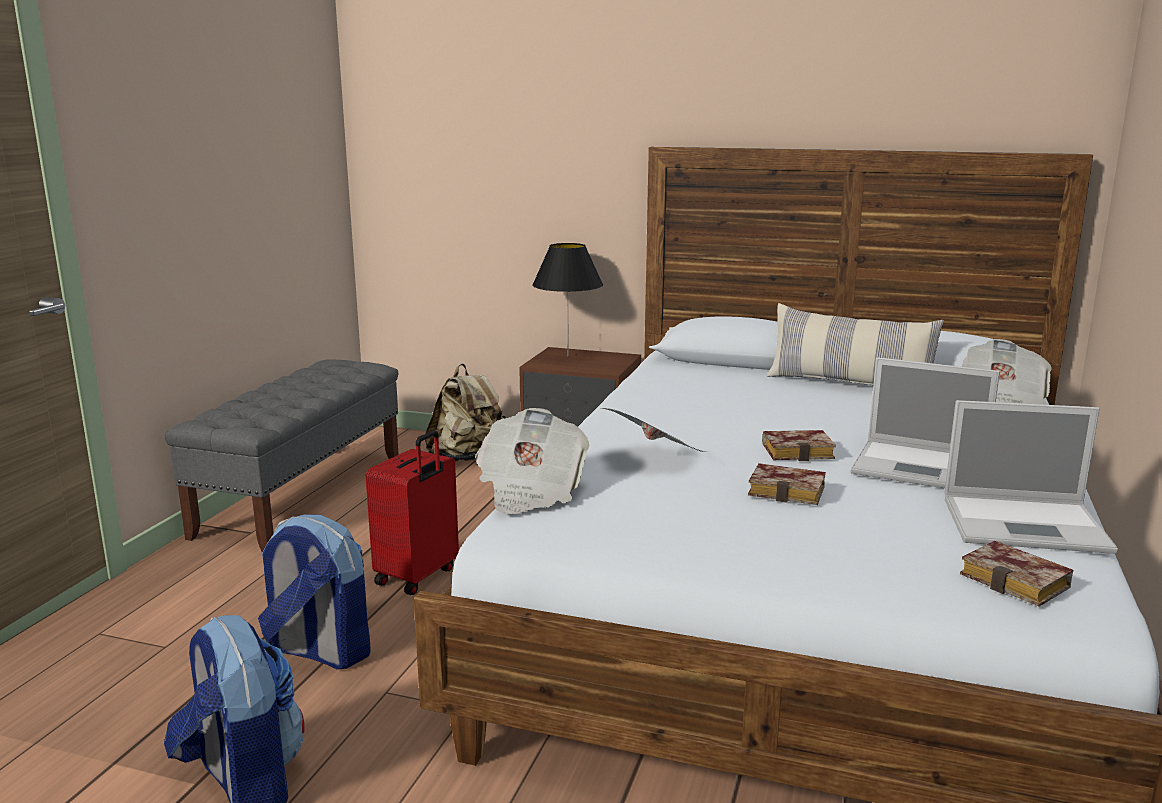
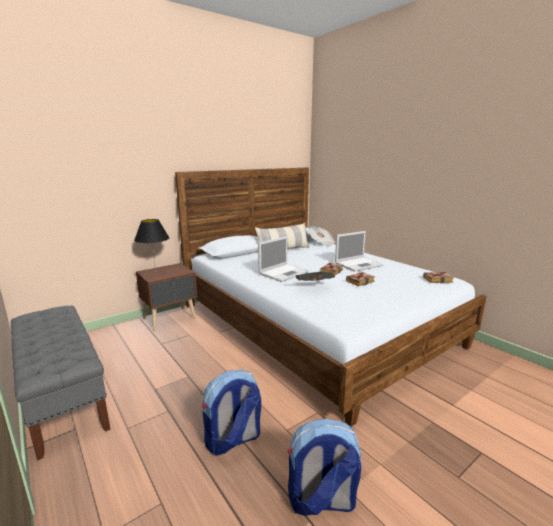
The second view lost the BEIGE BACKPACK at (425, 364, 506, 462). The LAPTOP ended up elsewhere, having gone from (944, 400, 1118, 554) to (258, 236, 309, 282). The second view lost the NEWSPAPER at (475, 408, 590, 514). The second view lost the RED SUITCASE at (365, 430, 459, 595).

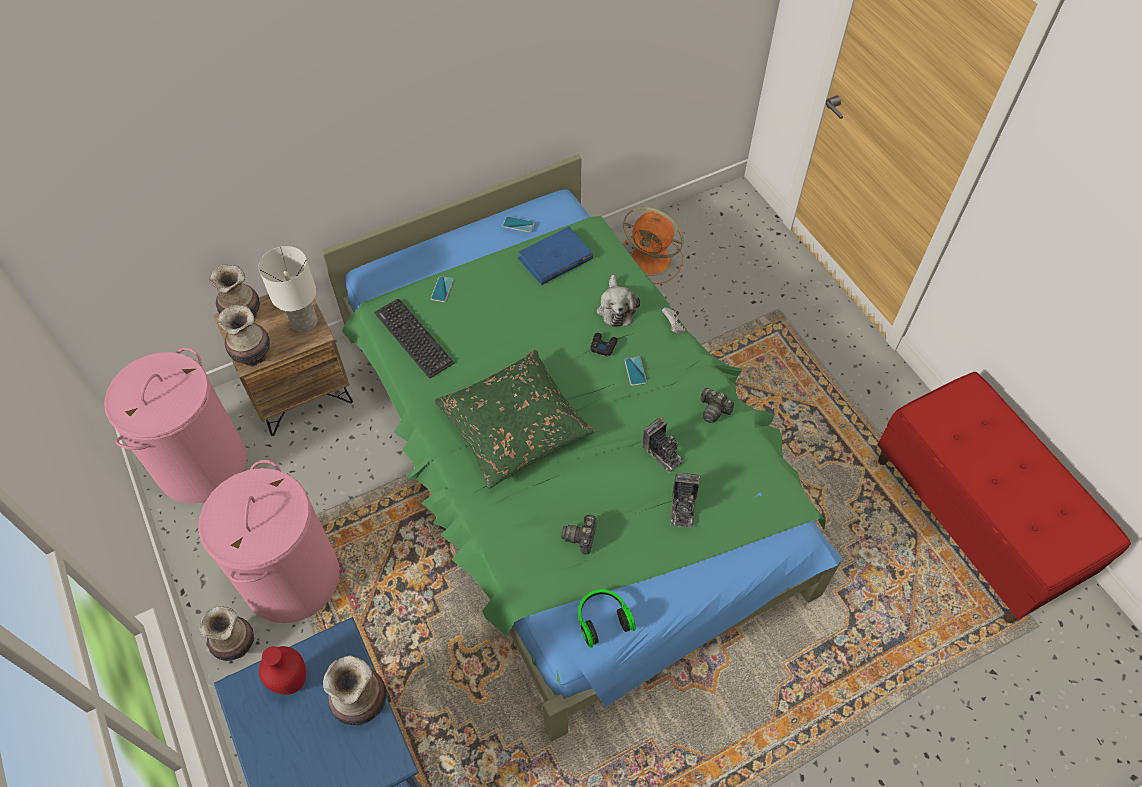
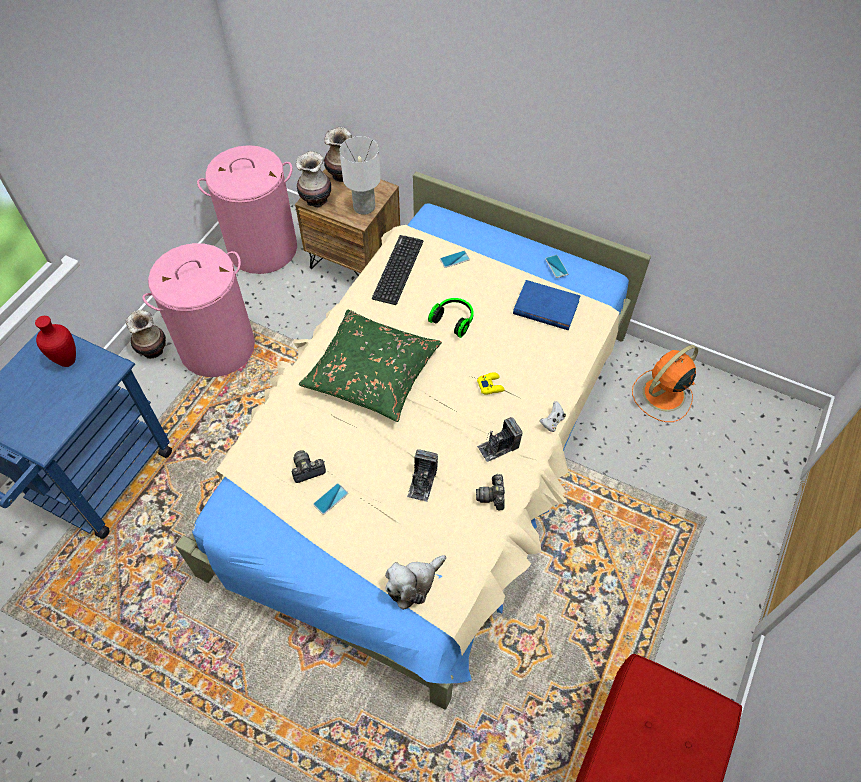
What was the GREEN BED at (321, 154, 841, 741) turned into the BEIGE BED at (176, 172, 651, 710). The ORANGE FAN at (623, 207, 684, 284) ended up facing another way, 60 degrees clockwise from before. The PLUSH TOY ended up elsewhere, having gone from (597, 274, 640, 327) to (385, 555, 446, 610). What was the BLACK GAME CONTROLLER at (590, 333, 618, 356) turned into the YELLOW GAME CONTROLLER at (477, 372, 505, 395). The PHONE ended up elsewhere, having gone from (624, 357, 647, 386) to (313, 483, 348, 514). The PHOTO CAMERA ended up elsewhere, having gone from (670, 472, 700, 528) to (477, 417, 523, 462). The HEADPHONES ended up elsewhere, having gone from (578, 589, 635, 648) to (428, 298, 474, 338). The second view lost the VASE at (323, 655, 387, 726).

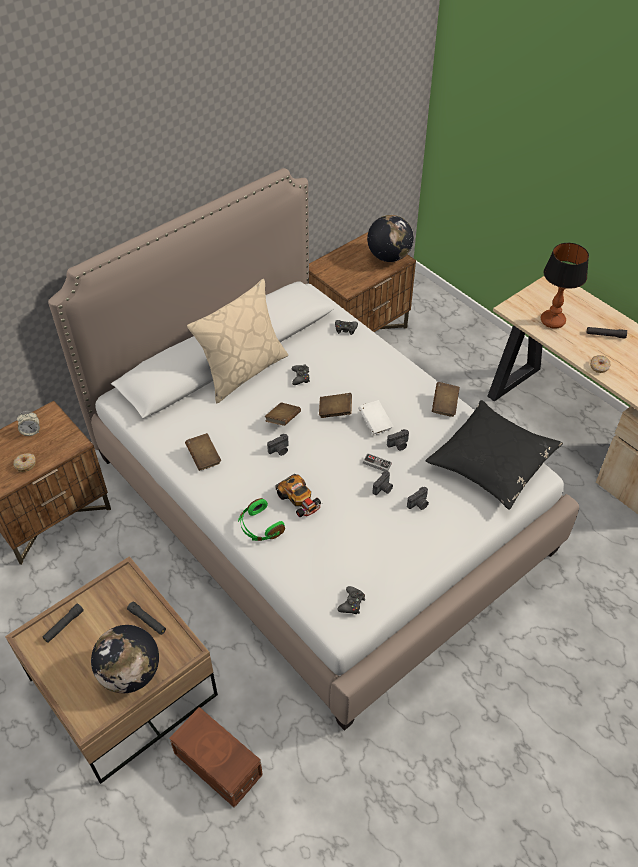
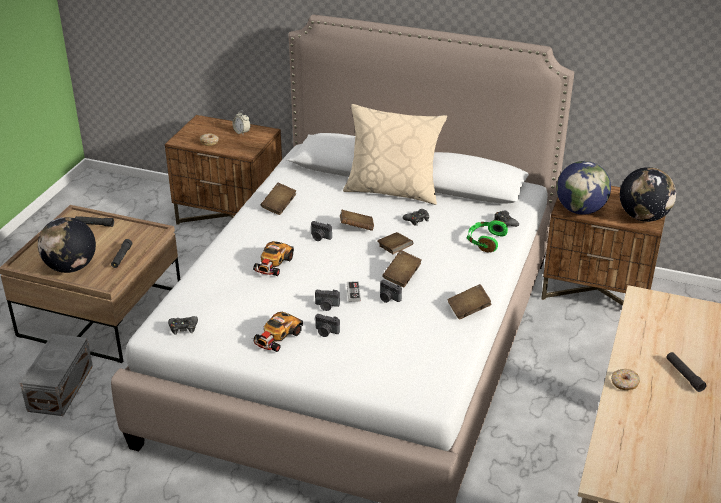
The second view lost the TABLE LAMP at (541, 243, 589, 328). What was the WHITE BOOK at (358, 400, 393, 435) turned into the BROWN BOOK at (382, 250, 422, 287). The second view lost the BLACK PILLOW at (425, 400, 563, 509). The GREEN HEADPHONES ended up elsewhere, having gone from (238, 498, 285, 541) to (467, 220, 508, 252). What was the BROWN STORAGE BOX at (169, 707, 263, 808) turned into the GREY STORAGE BOX at (20, 334, 93, 416). The second view gained the GLOBE at (556, 161, 611, 215). The second view gained the TOY CAR at (252, 311, 303, 352).

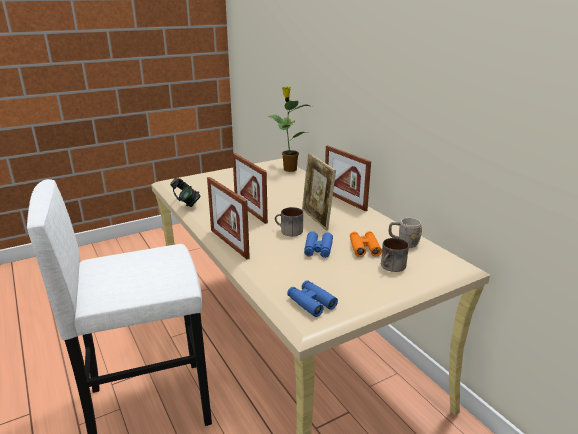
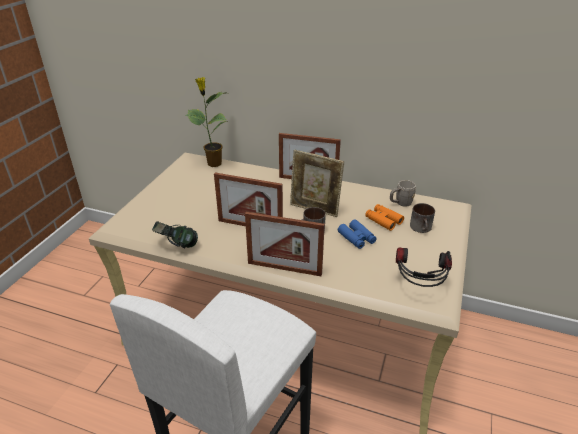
Where the BLUE BINOCULARS stood at (287, 280, 338, 317), the HEADPHONES came to stand at (396, 248, 452, 287).

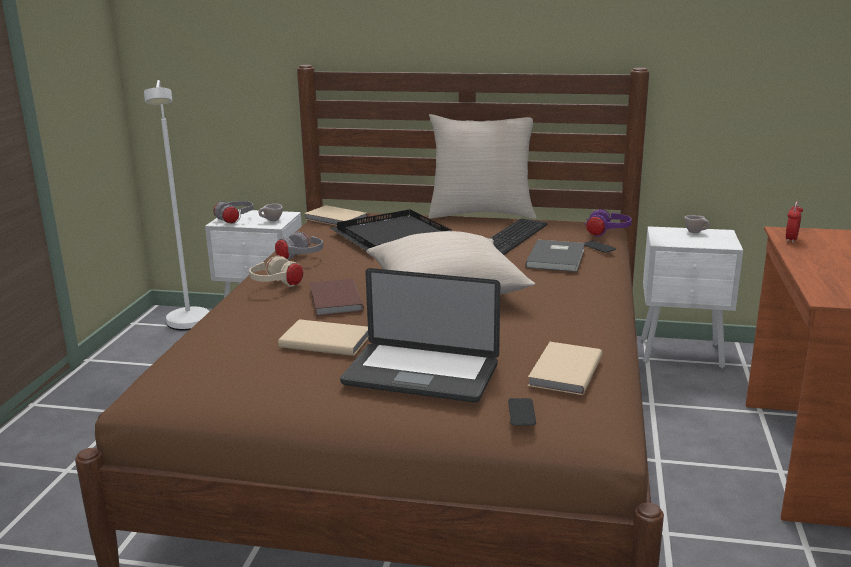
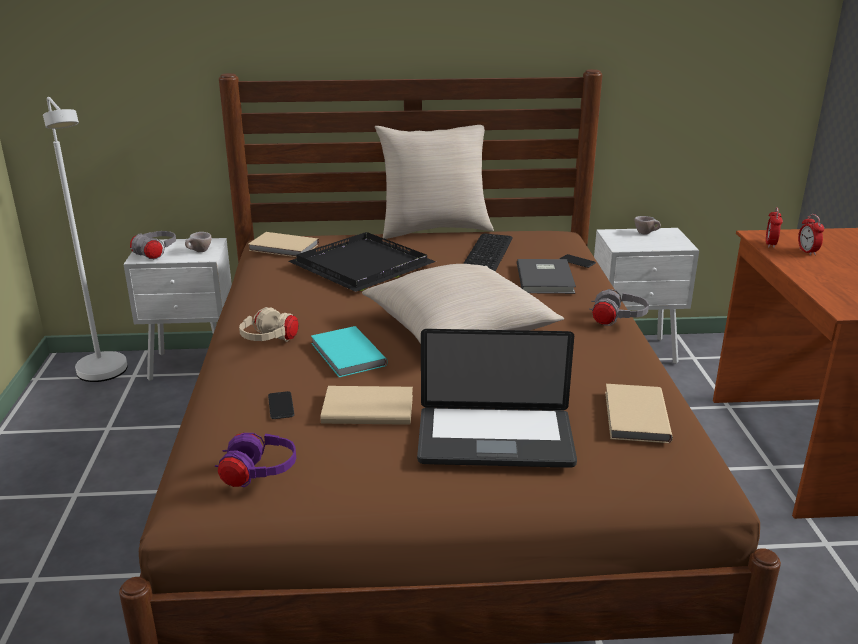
The PURPLE HEADPHONES ended up elsewhere, having gone from (584, 209, 632, 237) to (215, 433, 296, 487). The GREY HEADPHONES ended up elsewhere, having gone from (275, 232, 323, 260) to (589, 289, 649, 326). What was the BROWN BOOK at (310, 279, 364, 316) turned into the TURQUOISE BOOK at (311, 326, 388, 377). The PHONE ended up elsewhere, having gone from (508, 398, 536, 425) to (268, 391, 294, 419). The second view gained the ALARM CLOCK at (798, 214, 824, 256).

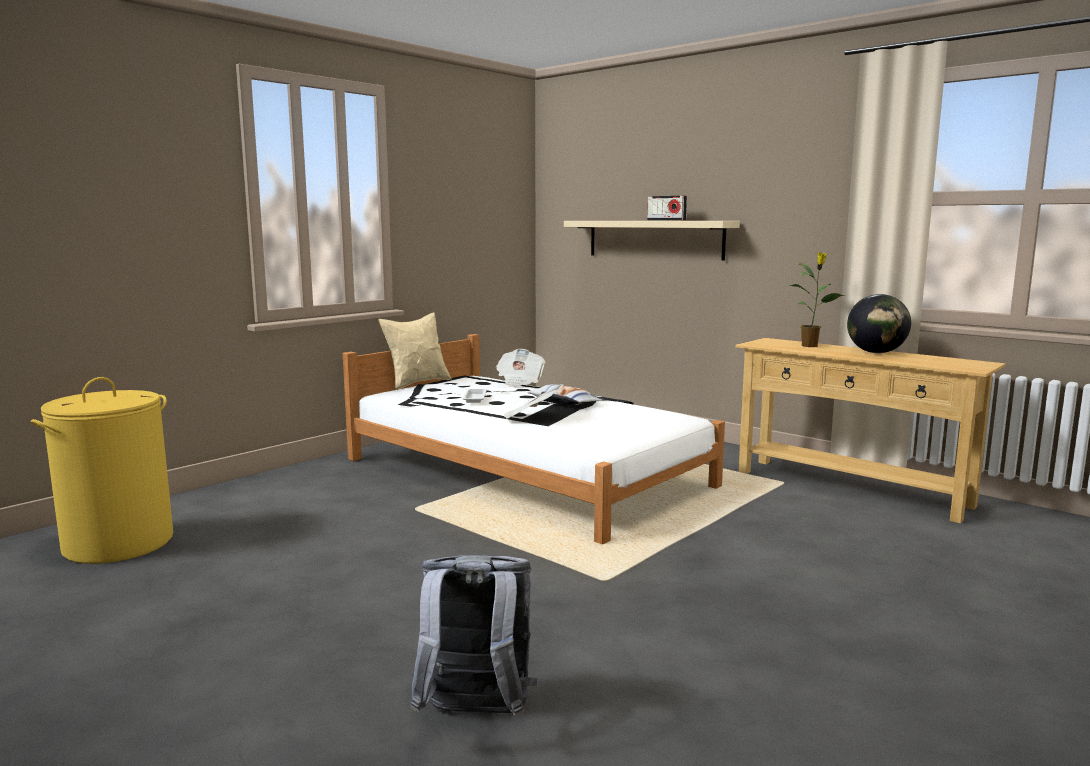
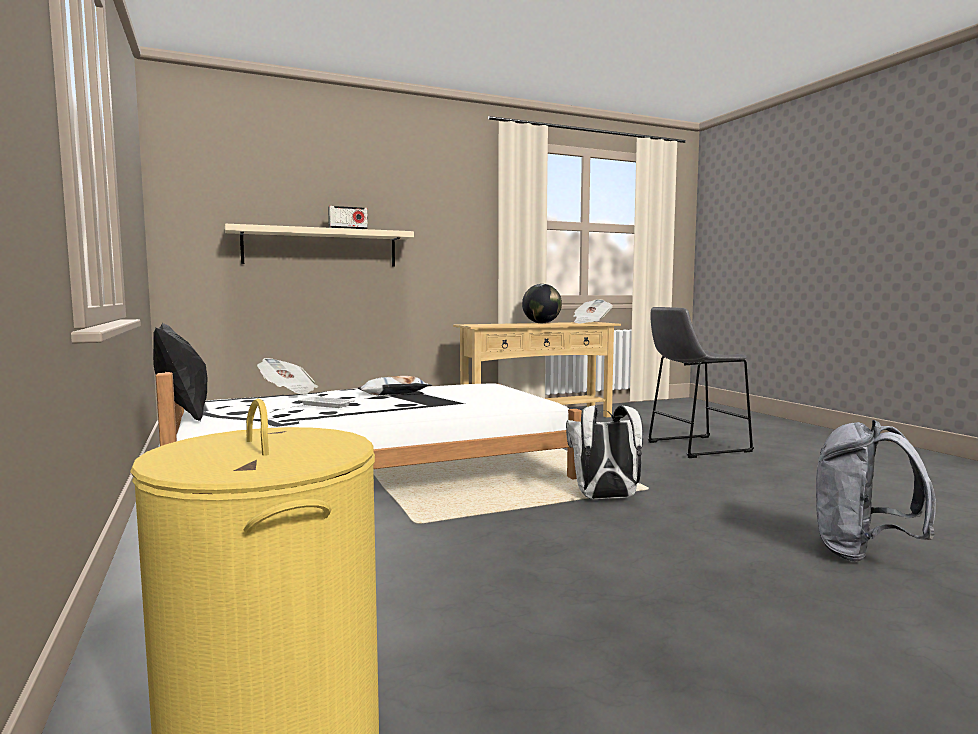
The second view lost the POTTED PLANT at (789, 252, 846, 347). What was the BEIGE PILLOW at (378, 312, 451, 390) turned into the BLACK PILLOW at (153, 323, 207, 421). The NEWSPAPER ended up elsewhere, having gone from (504, 384, 563, 419) to (573, 299, 613, 323). The second view gained the GREY STOOL at (647, 307, 754, 458). The second view gained the WHITE BACKPACK at (566, 405, 643, 499).

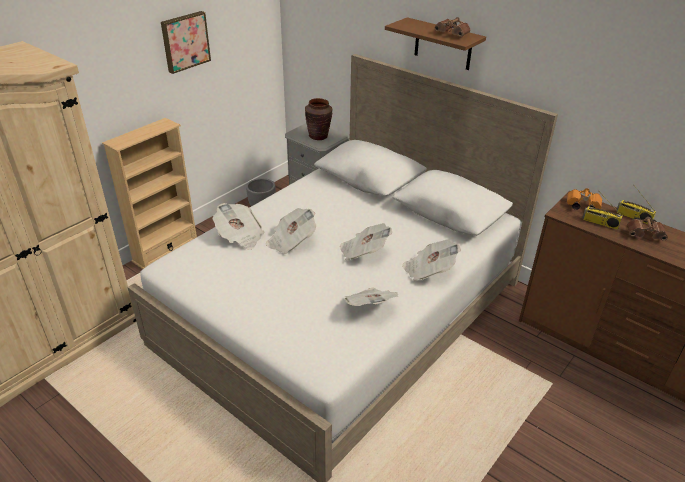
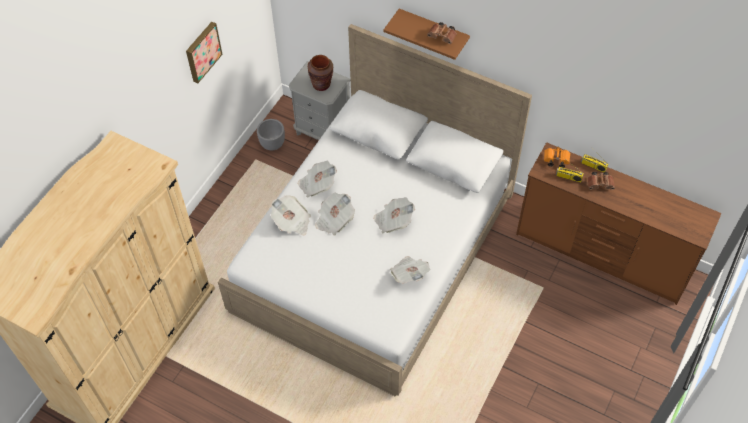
The second view lost the BEIGE BOOKCASE at (102, 118, 197, 269). The NEWSPAPER ended up elsewhere, having gone from (402, 239, 461, 281) to (298, 161, 337, 198).

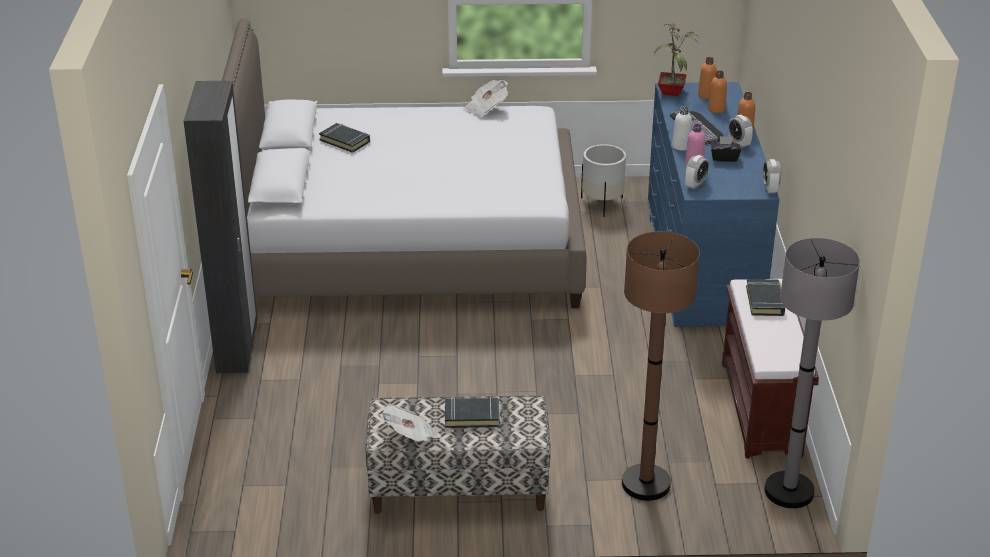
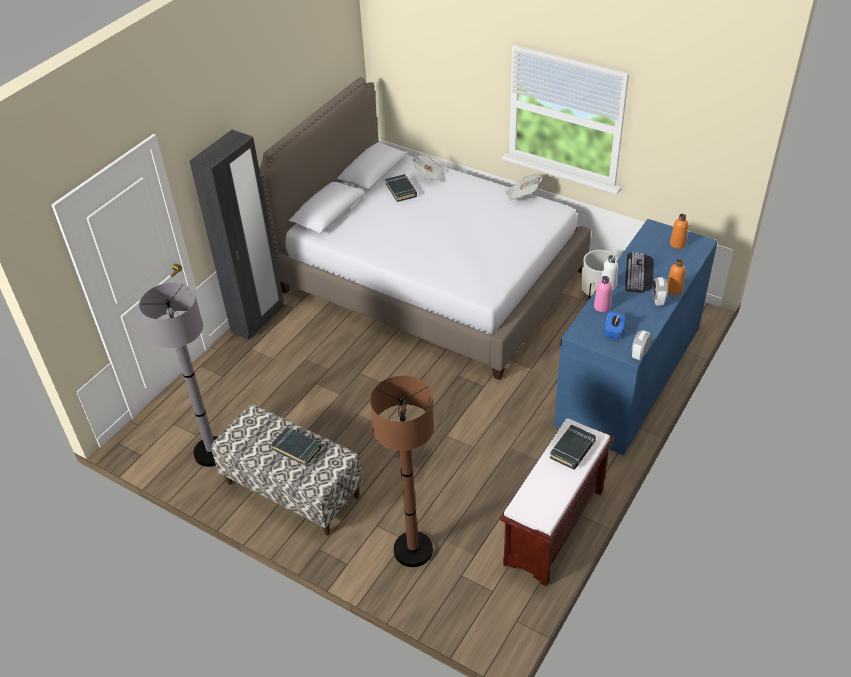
The second view lost the POTTED PLANT at (654, 23, 699, 96). The second view lost the ORANGE BOTTLE at (708, 71, 727, 113). The second view lost the BLACK TISSUE BOX at (710, 136, 741, 162). The second view lost the ALARM CLOCK at (685, 155, 709, 189). The GREY FLOOR LAMP ended up elsewhere, having gone from (765, 238, 860, 508) to (139, 282, 218, 467). The NEWSPAPER ended up elsewhere, having gone from (380, 405, 441, 442) to (412, 155, 446, 182). The second view gained the BLUE TISSUE BOX at (605, 311, 625, 339).

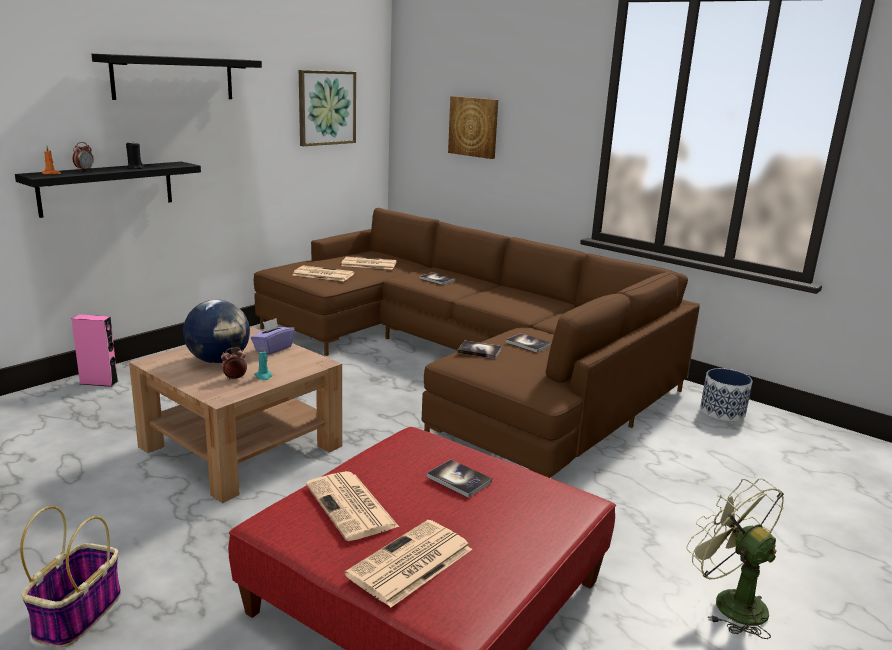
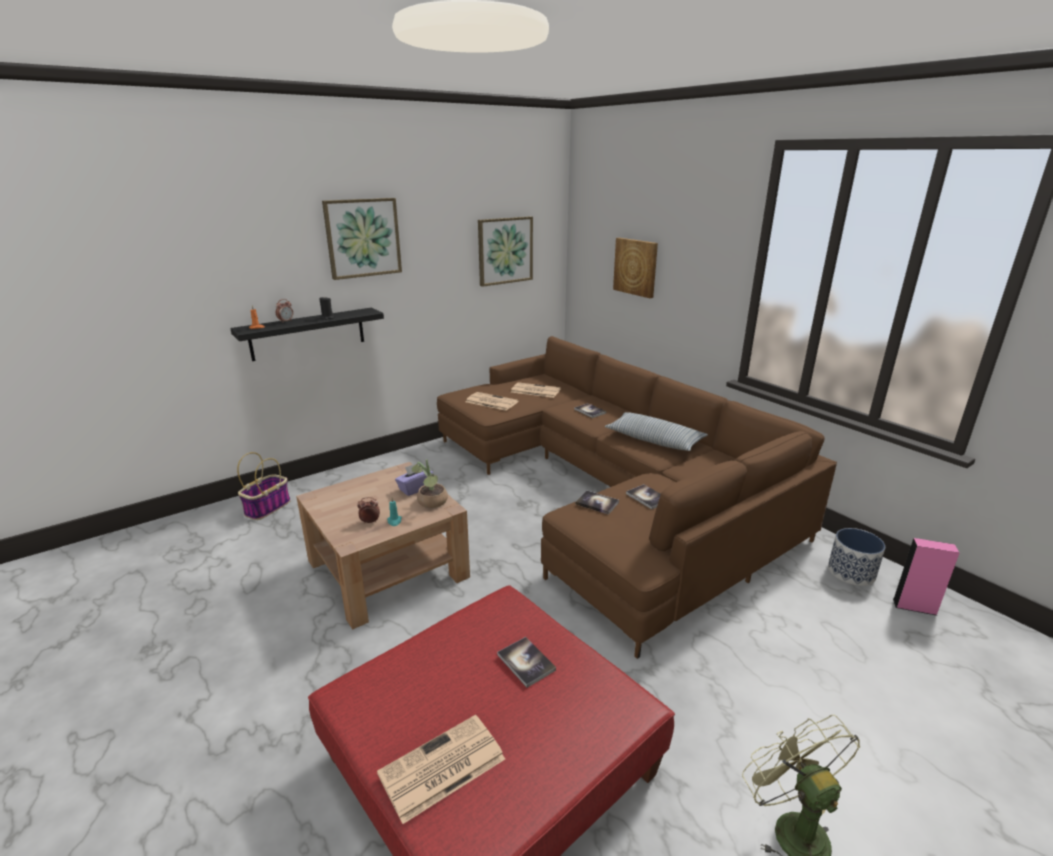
Where the BLACK SHELF hung at (92, 54, 262, 100), the PICTURE came to hang at (322, 198, 402, 280). The second view lost the GLOBE at (183, 300, 250, 364). The PINK SPEAKER ended up elsewhere, having gone from (71, 314, 118, 387) to (893, 538, 959, 616). The second view lost the NEWSPAPER at (306, 471, 399, 541). The BASKET ended up elsewhere, having gone from (20, 506, 121, 648) to (237, 452, 290, 520). The second view gained the PILLOW at (605, 412, 708, 451). The second view gained the POTTED PLANT at (412, 459, 448, 508).

